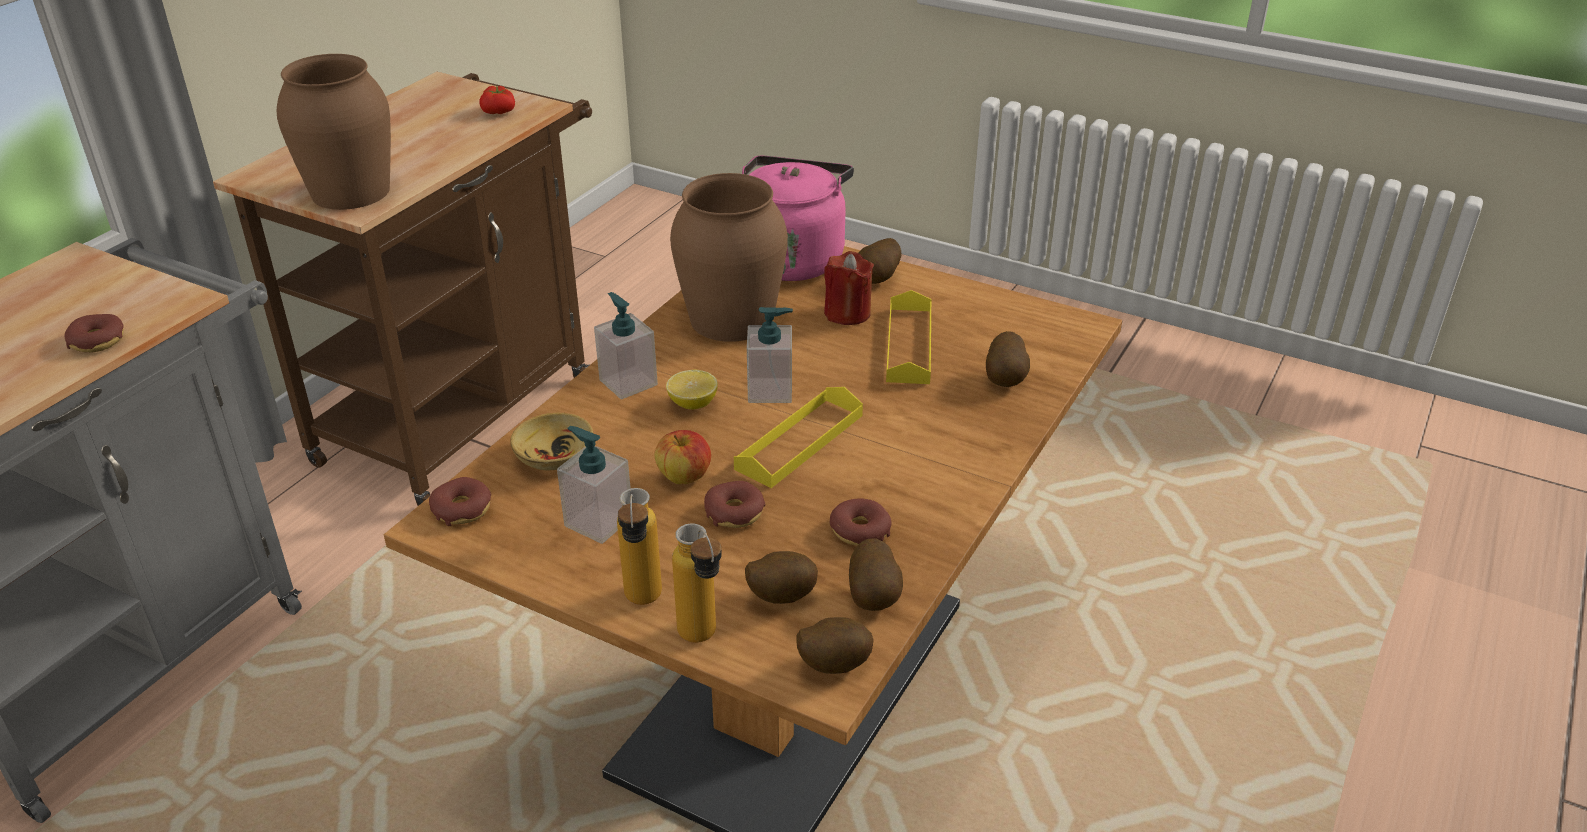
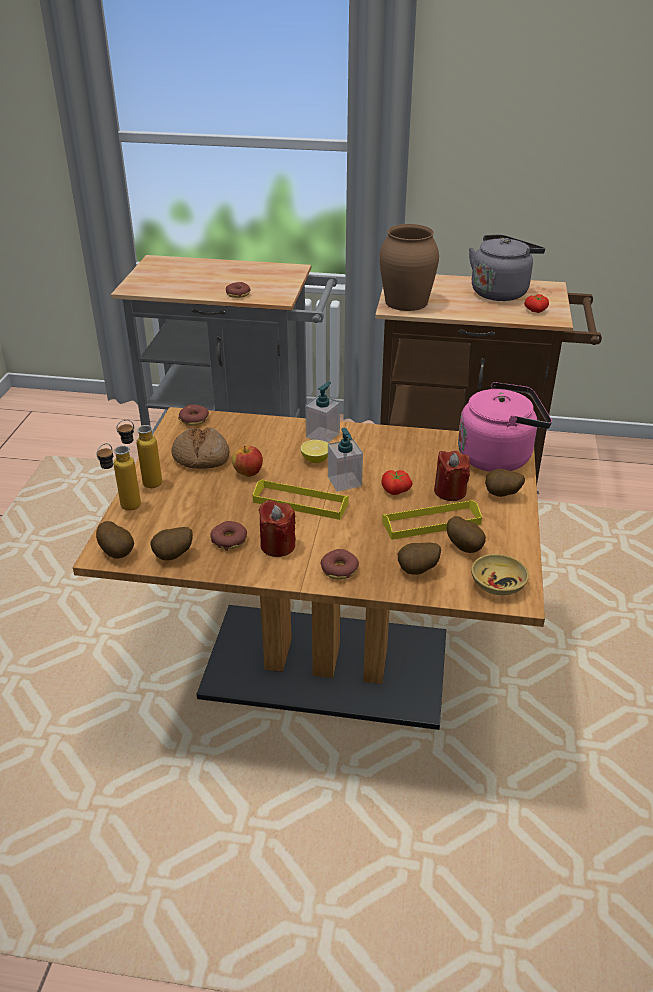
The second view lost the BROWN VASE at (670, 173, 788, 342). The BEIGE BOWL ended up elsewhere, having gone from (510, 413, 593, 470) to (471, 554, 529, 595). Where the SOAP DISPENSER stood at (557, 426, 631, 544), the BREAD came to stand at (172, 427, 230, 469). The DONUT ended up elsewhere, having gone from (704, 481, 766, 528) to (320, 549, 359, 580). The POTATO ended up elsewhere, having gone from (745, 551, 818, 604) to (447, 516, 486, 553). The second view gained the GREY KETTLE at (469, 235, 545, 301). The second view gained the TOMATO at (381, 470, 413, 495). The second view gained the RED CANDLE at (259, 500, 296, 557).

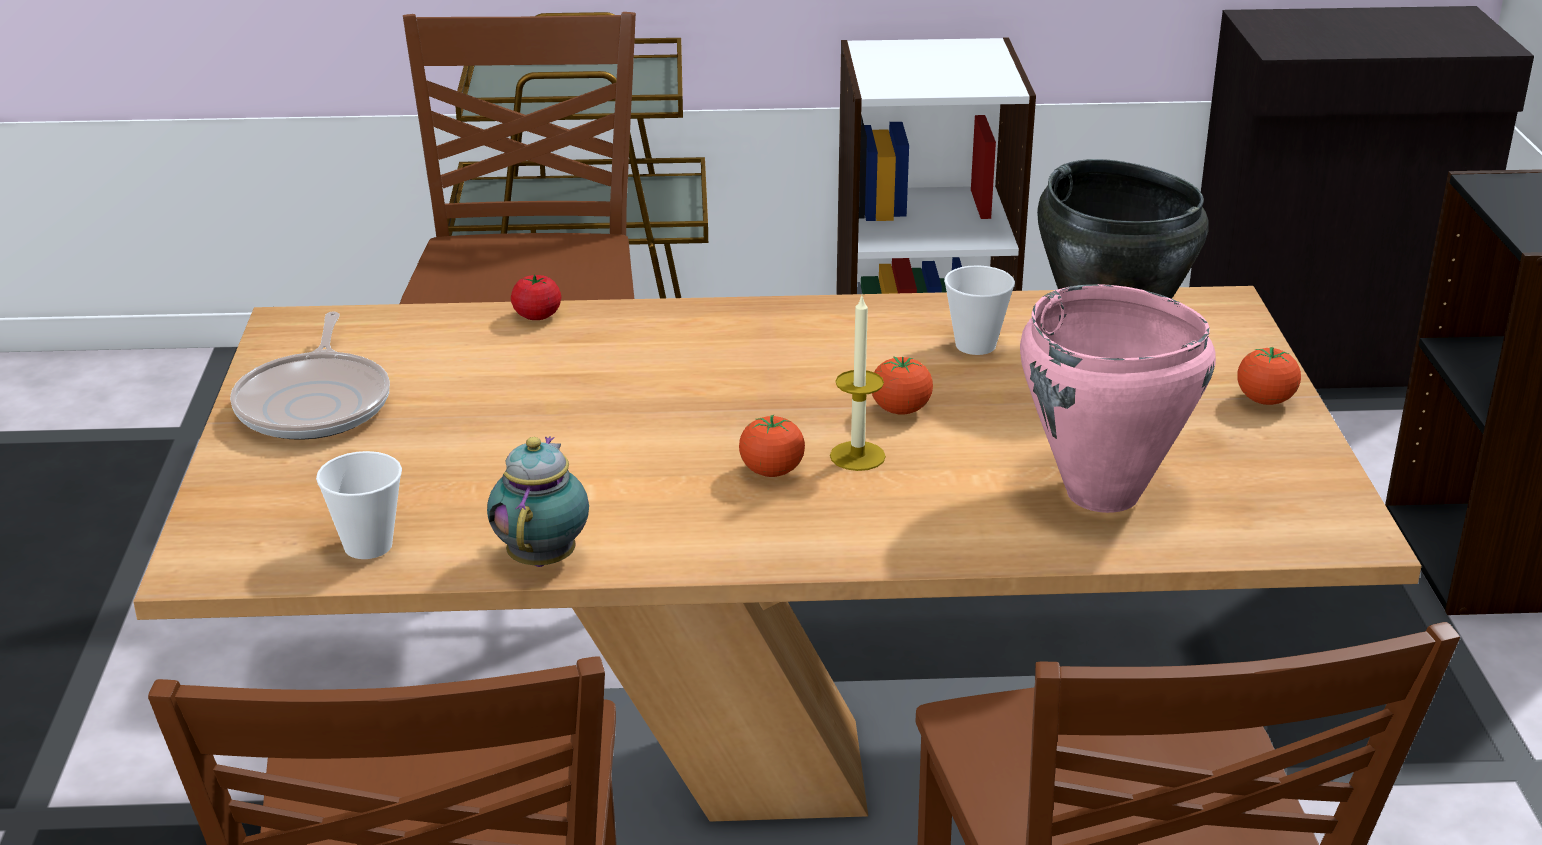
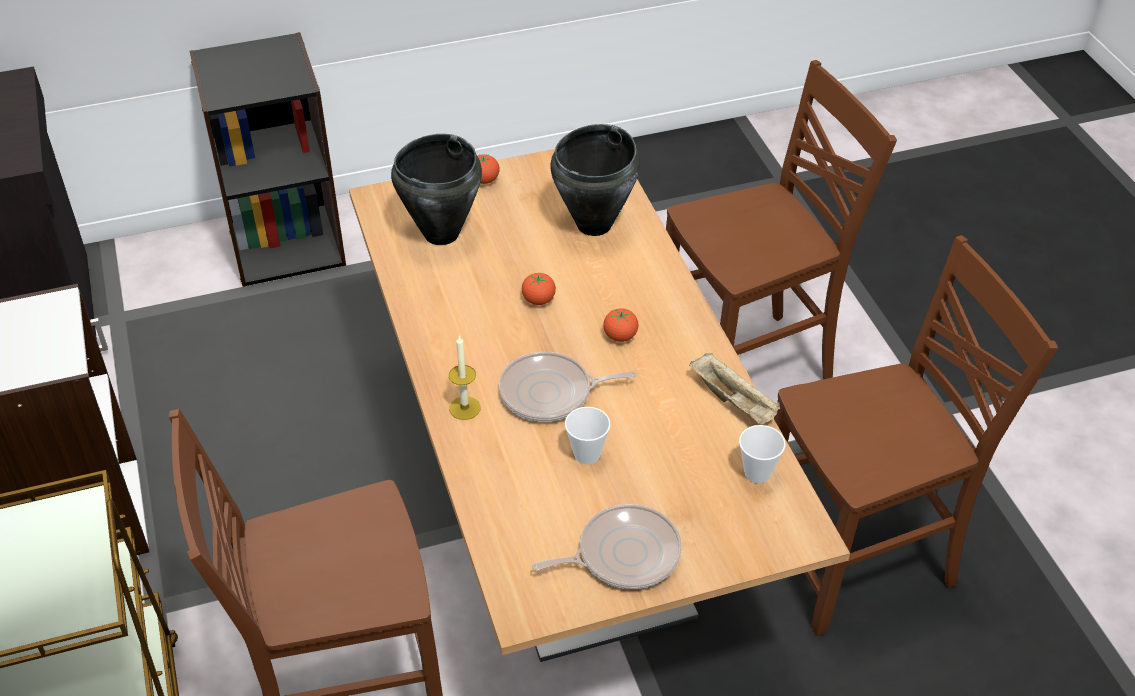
The CUP ended up elsewhere, having gone from (944, 265, 1015, 355) to (565, 407, 611, 464). The second view lost the TOMATO at (511, 274, 561, 320). What was the PINK COOKING POT at (1020, 284, 1216, 513) turned into the BLACK COOKING POT at (550, 124, 640, 236). The CANDLE ended up elsewhere, having gone from (830, 296, 886, 471) to (449, 335, 481, 420). Where the TEAPOT stood at (487, 436, 589, 567), the BEIGE TRAY came to stand at (689, 353, 781, 425). The second view gained the FRYING PAN at (499, 352, 636, 422).

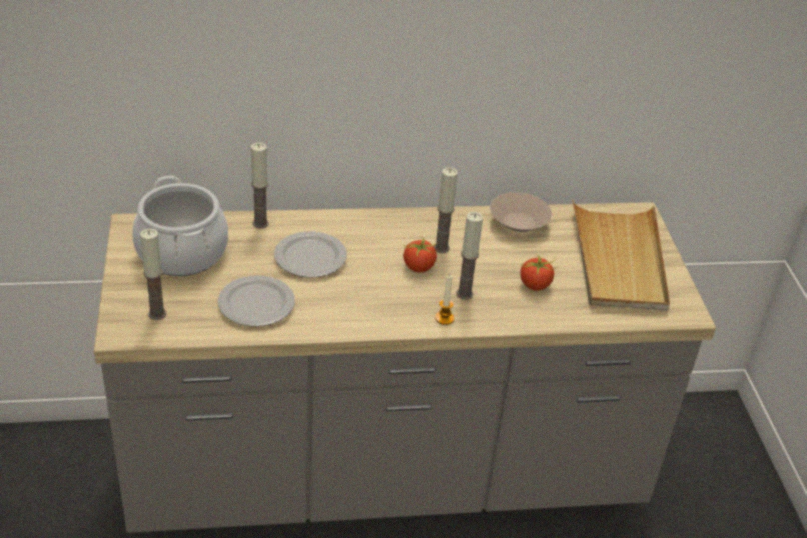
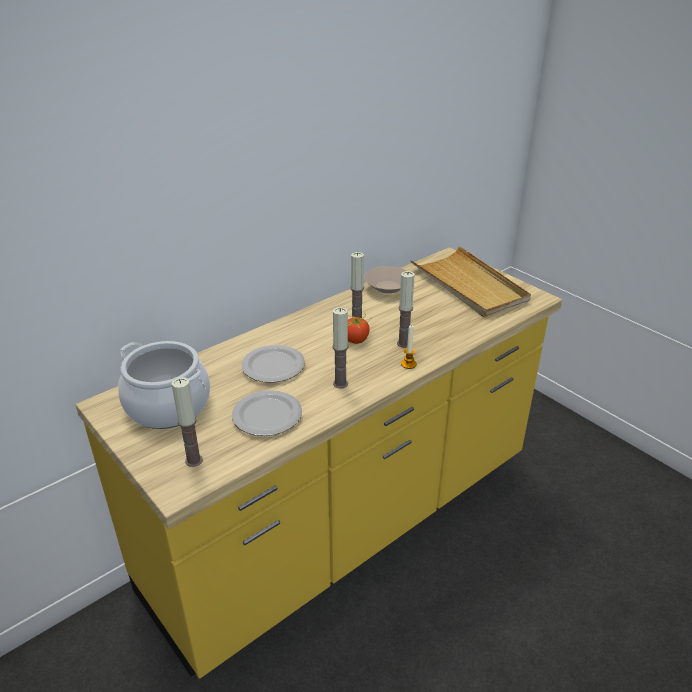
The CANDLE ended up elsewhere, having gone from (251, 143, 268, 229) to (332, 307, 348, 389). What was the GREY COUNTER at (94, 202, 716, 533) turned into the YELLOW COUNTER at (75, 247, 562, 679). The second view lost the TOMATO at (520, 256, 558, 291).

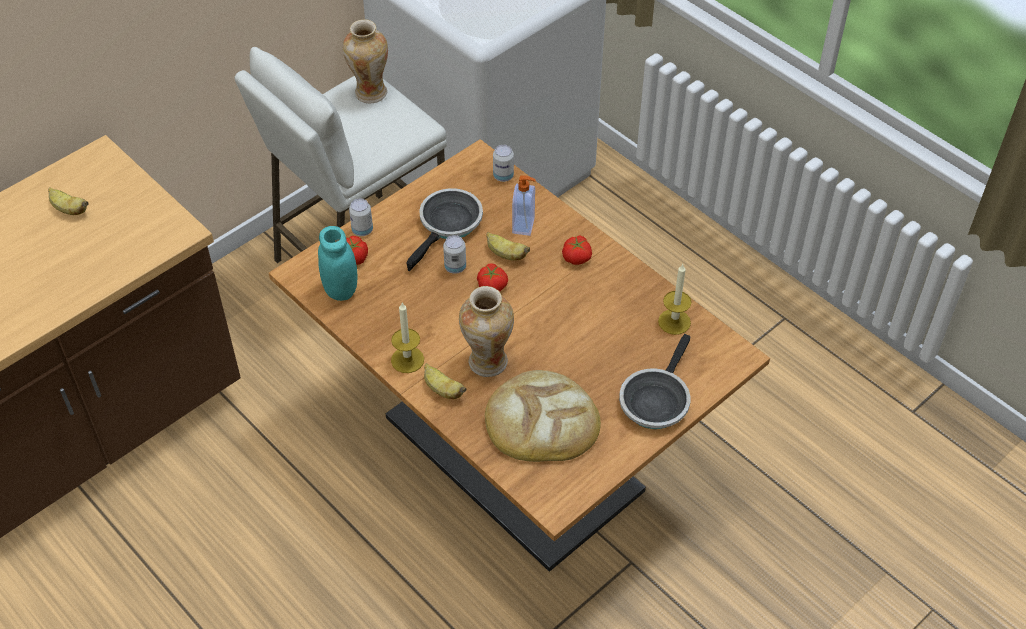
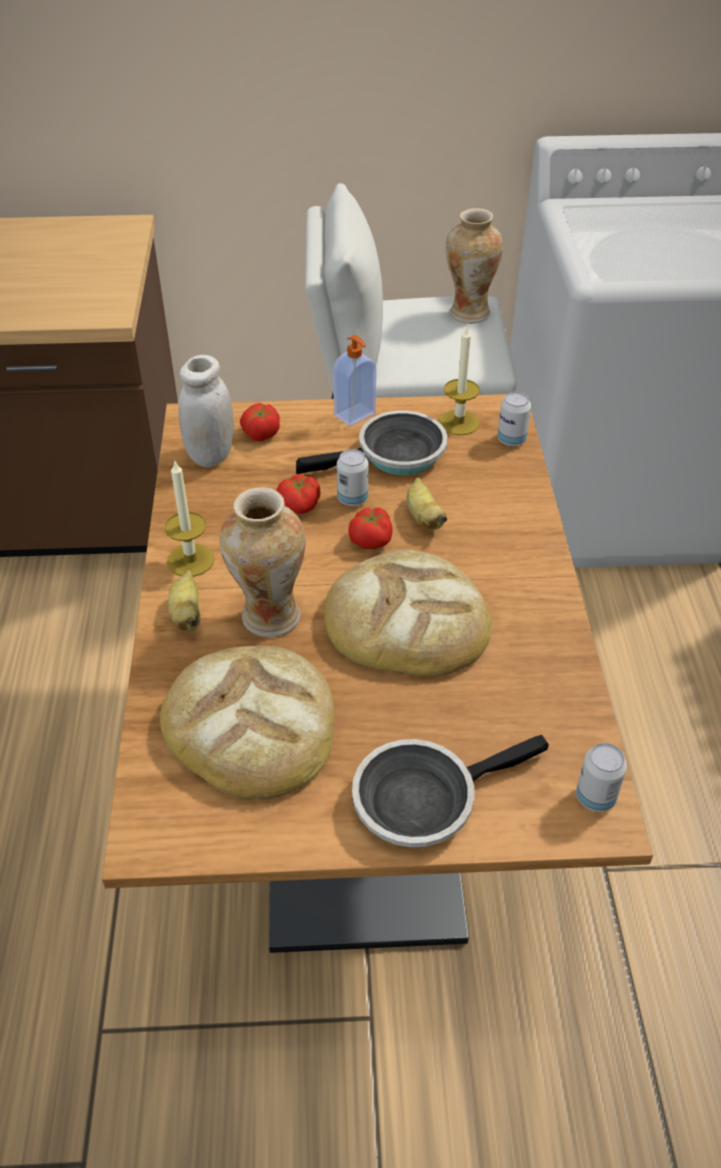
The SOAP DISPENSER ended up elsewhere, having gone from (512, 175, 536, 236) to (333, 335, 377, 426). The second view lost the BANANA at (48, 187, 88, 215). The CAN ended up elsewhere, having gone from (349, 198, 373, 236) to (576, 743, 627, 812). What was the TURQUOISE JAR at (318, 226, 358, 301) turned into the WHITE JAR at (178, 355, 234, 467). The TOMATO ended up elsewhere, having gone from (562, 235, 592, 265) to (276, 474, 320, 514). The CANDLE ended up elsewhere, having gone from (658, 264, 692, 335) to (439, 327, 480, 435). The second view gained the BREAD at (325, 550, 492, 677).

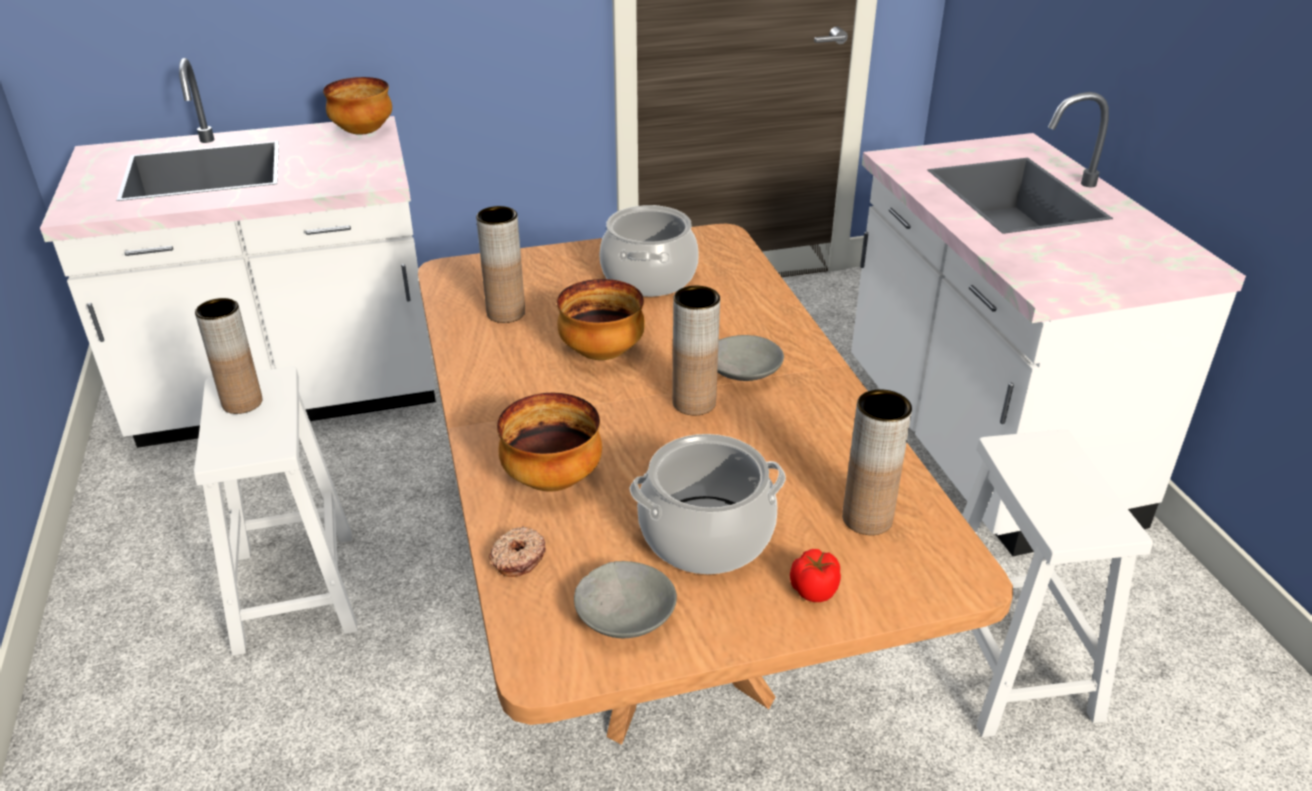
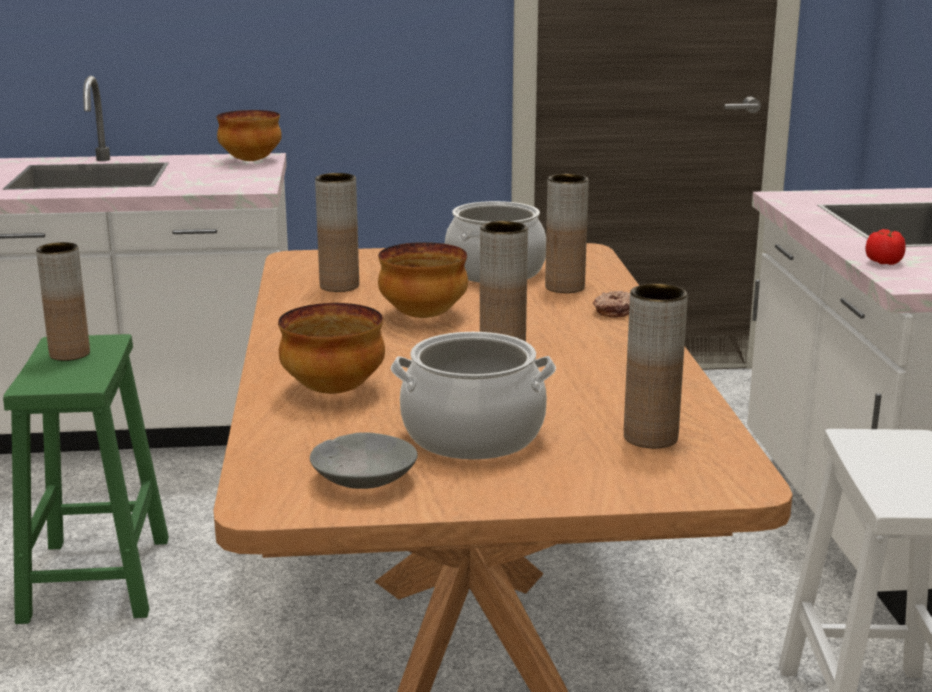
The second view lost the GREY BOWL at (717, 335, 784, 381). What was the WHITE STOOL at (194, 366, 357, 656) turned into the GREEN STOOL at (3, 334, 169, 624). The DONUT ended up elsewhere, having gone from (489, 526, 546, 577) to (593, 291, 630, 318). The TOMATO ended up elsewhere, having gone from (790, 549, 841, 602) to (866, 229, 906, 265). The second view gained the BROWN VASE at (545, 174, 589, 293).

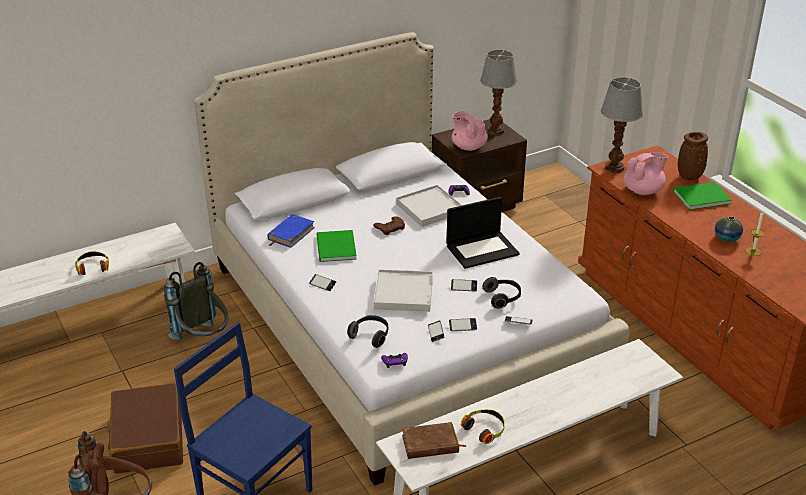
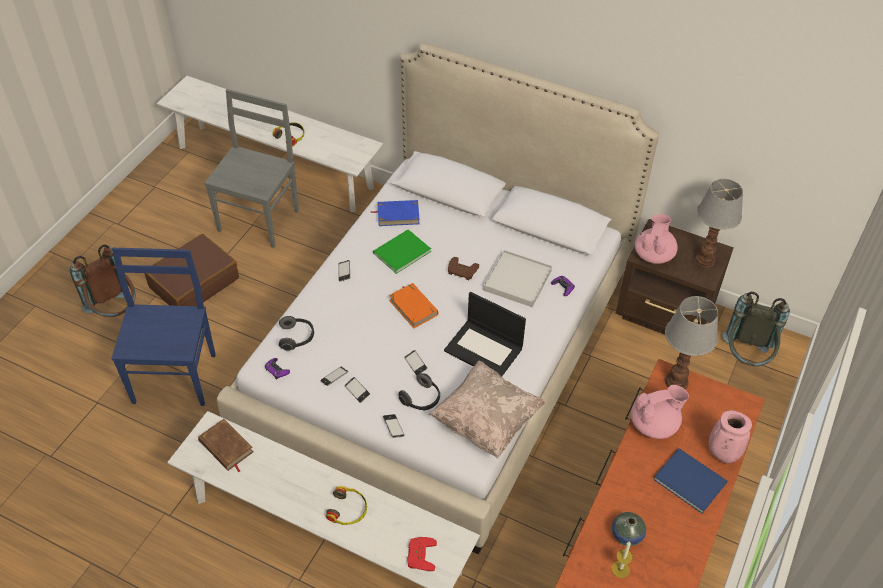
What was the BROWN VASE at (678, 132, 708, 180) turned into the PINK VASE at (709, 410, 752, 463). The PINK TEAPOT at (623, 152, 668, 195) ended up facing another way, 45 degrees counterclockwise from before. What was the GREEN BOOK at (673, 182, 732, 210) turned into the BLUE BOOK at (653, 448, 727, 513). The GREY BACKPACK ended up elsewhere, having gone from (164, 262, 229, 340) to (722, 292, 790, 367). The second view lost the WHITE TRAY at (374, 269, 433, 312). The HEADPHONES ended up elsewhere, having gone from (461, 409, 505, 444) to (326, 486, 367, 525). The second view gained the GREY CHAIR at (204, 89, 299, 248). The second view gained the ORANGE BOOK at (389, 283, 438, 328). The second view gained the BEIGE PILLOW at (429, 360, 545, 458). The second view gained the RED GAME CONTROLLER at (407, 537, 437, 571).

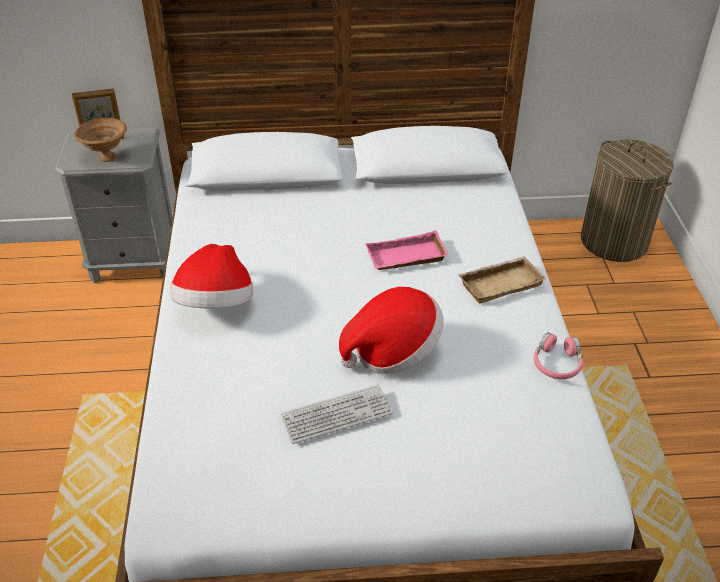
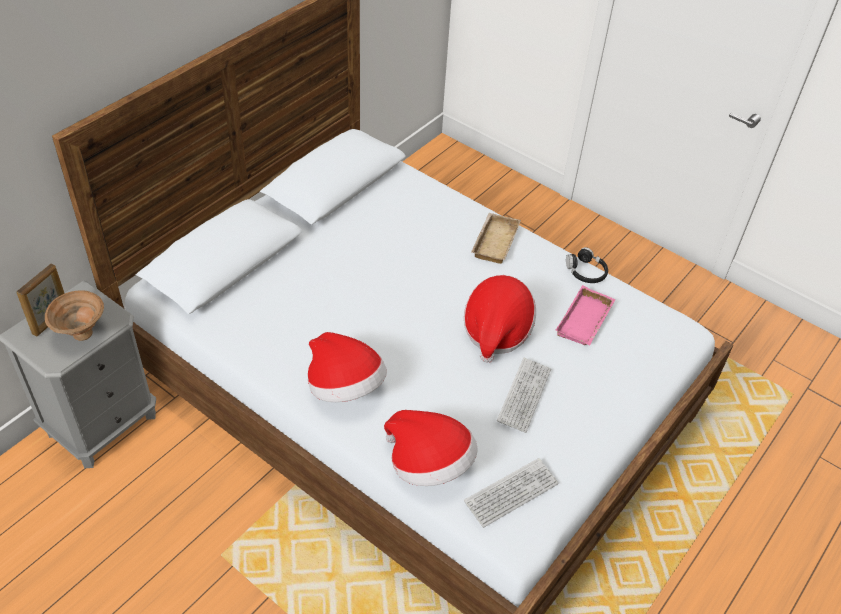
The second view lost the LAUNDRY BASKET at (581, 139, 674, 262). The PINK TRAY ended up elsewhere, having gone from (365, 231, 448, 270) to (556, 285, 615, 346). What was the PINK HEADPHONES at (533, 332, 583, 379) turned into the BLACK HEADPHONES at (566, 247, 608, 283). The second view gained the HAT at (384, 410, 478, 486). The second view gained the KEYBOARD at (464, 458, 559, 528).

